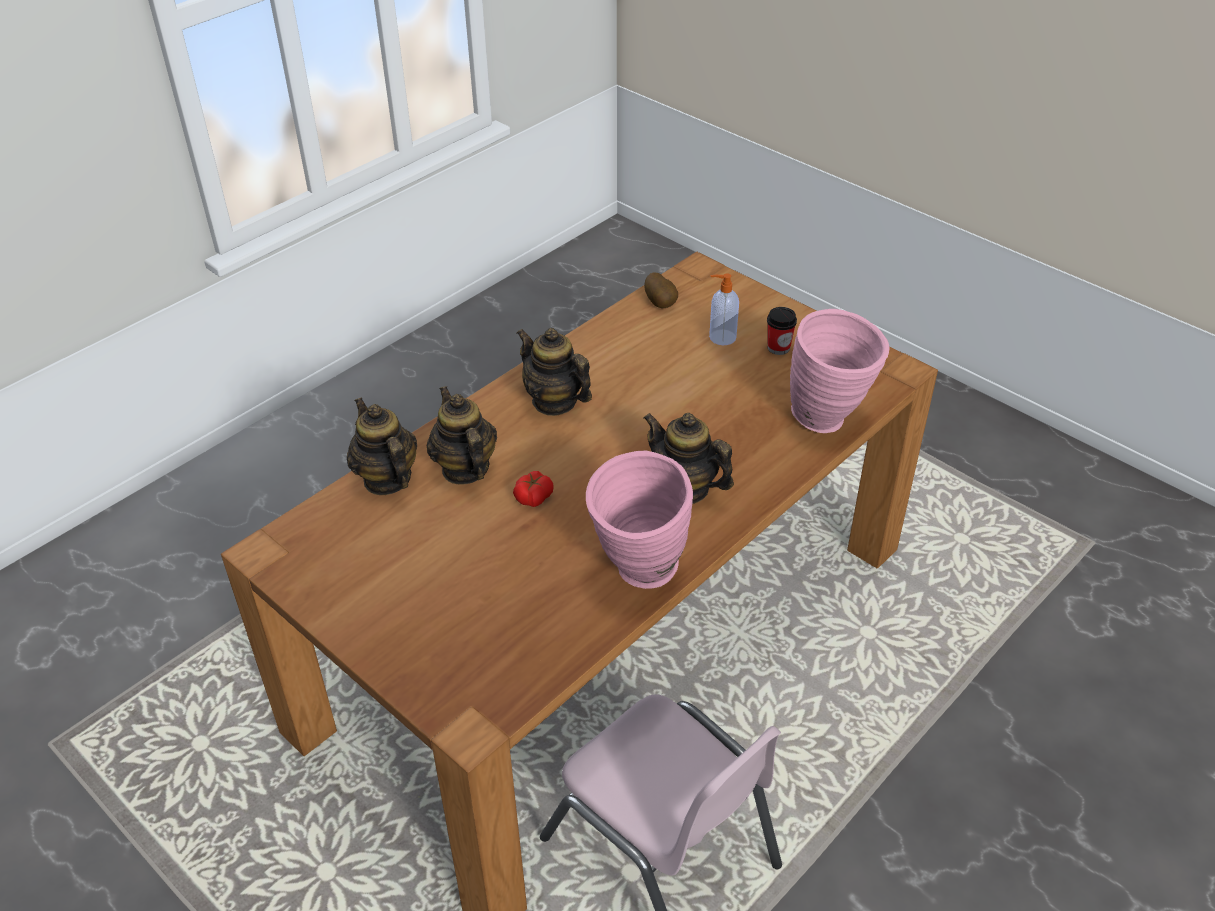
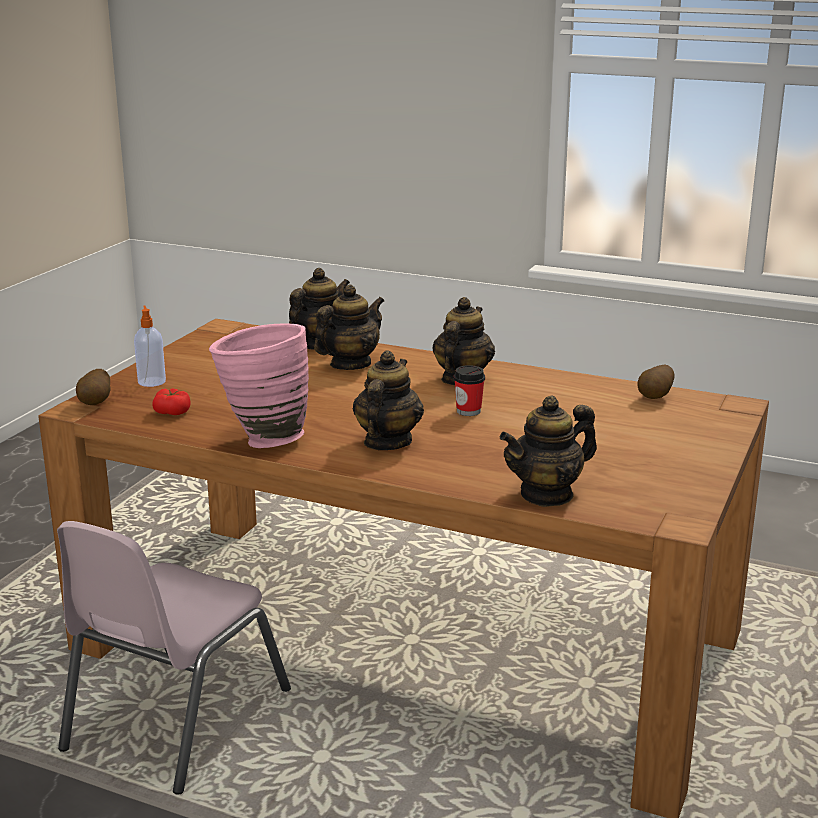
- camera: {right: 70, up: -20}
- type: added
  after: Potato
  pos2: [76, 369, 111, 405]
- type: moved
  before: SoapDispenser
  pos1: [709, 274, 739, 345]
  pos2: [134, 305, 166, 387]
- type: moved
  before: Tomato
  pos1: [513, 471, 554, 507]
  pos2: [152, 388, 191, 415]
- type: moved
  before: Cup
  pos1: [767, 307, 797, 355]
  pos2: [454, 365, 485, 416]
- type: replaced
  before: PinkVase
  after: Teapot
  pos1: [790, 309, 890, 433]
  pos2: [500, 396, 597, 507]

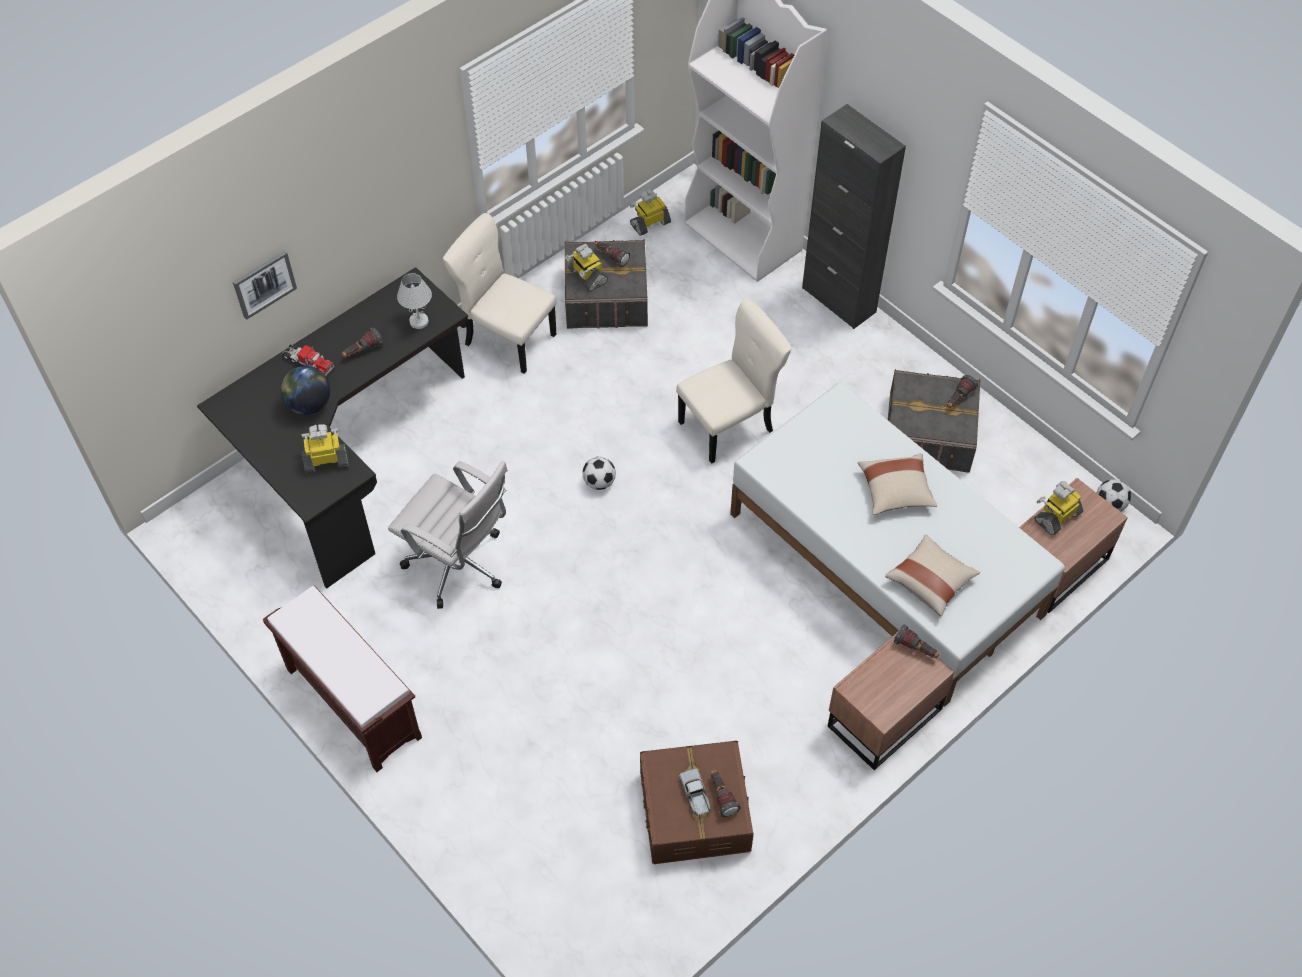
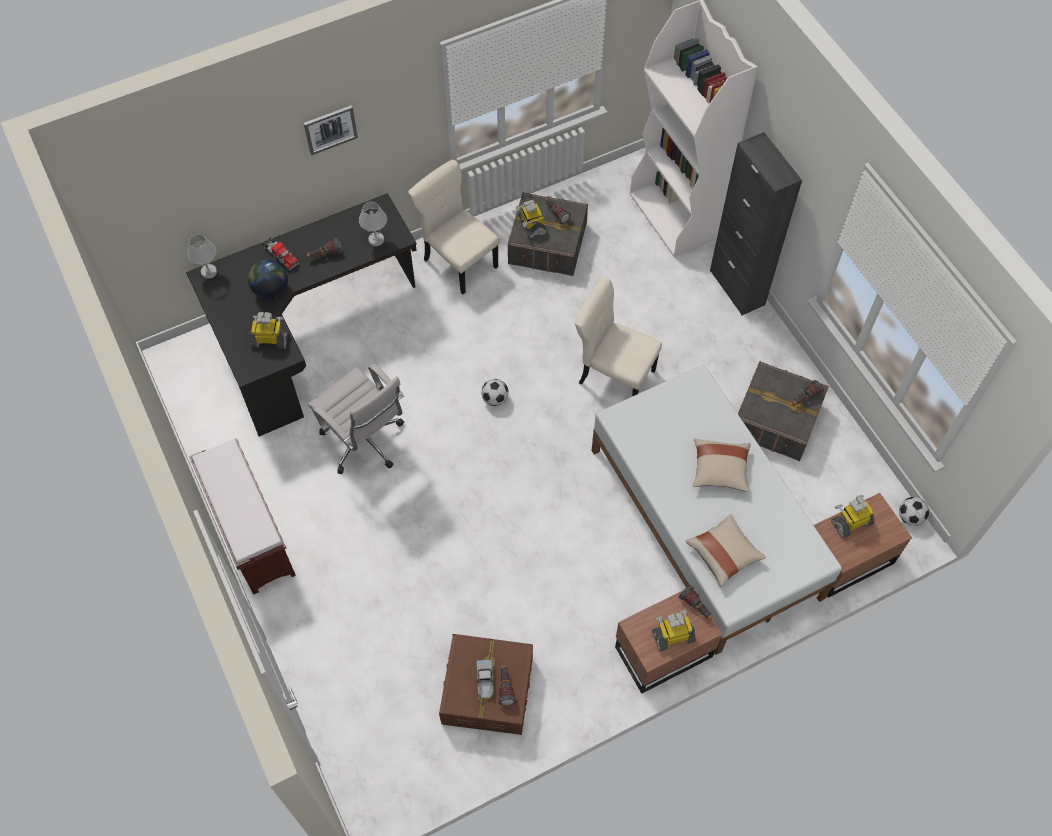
- camera: {right: 15, up: 5}
- type: added
  after: WhiteTableLamp
  pos2: [187, 234, 217, 279]
- type: moved
  before: Picture
  pos1: [233, 251, 297, 320]
  pos2: [304, 105, 358, 155]
- type: turned
  before: BeigeChair
  pos1: [676, 299, 792, 464]
  pos2: [575, 277, 662, 396]
  turn: -135
- type: moved
  before: ToyRobot
  pos1: [630, 189, 671, 236]
  pos2: [652, 609, 696, 651]

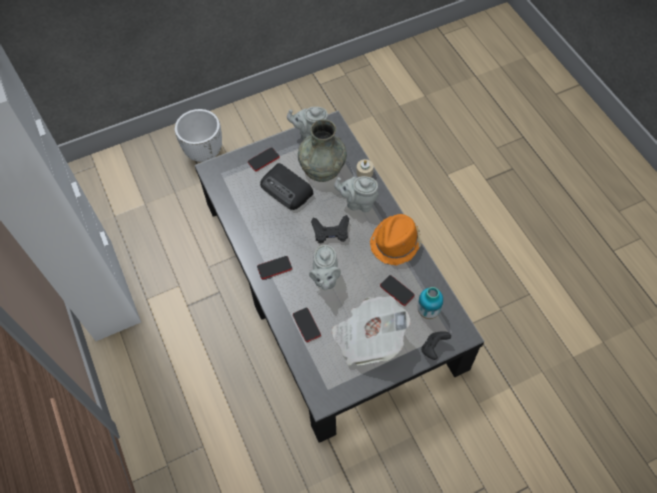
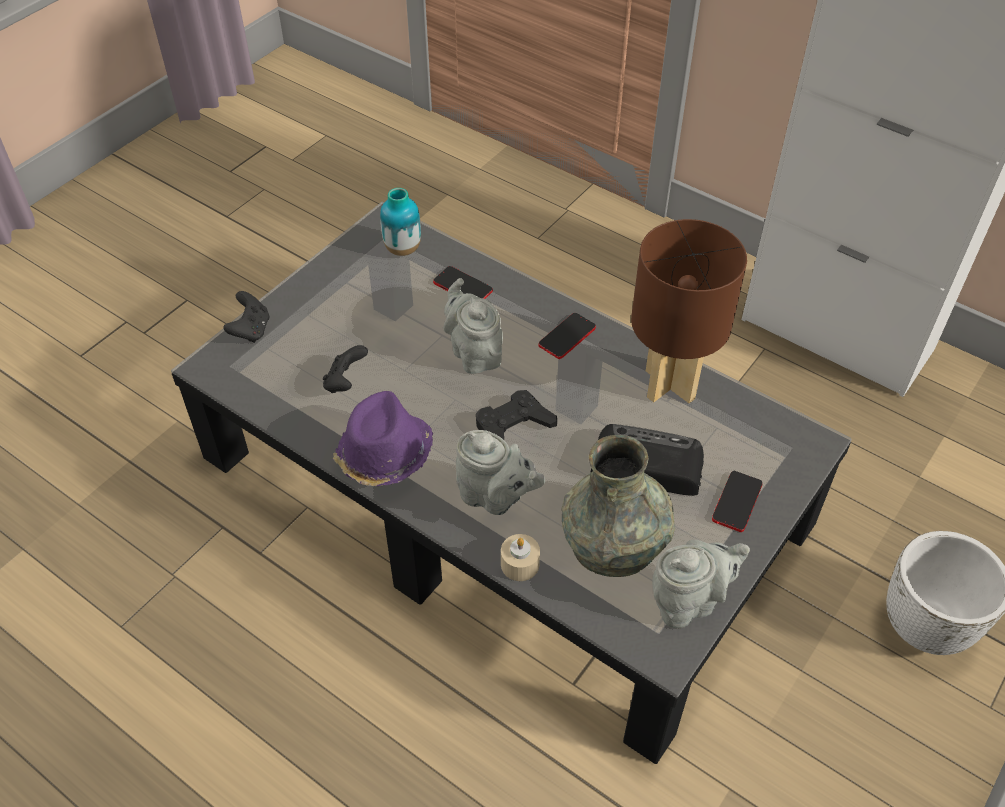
- camera: {right: 150, up: -10}
- type: replaced
  before: Phone
  after: BlackGameController
  pos1: [380, 275, 415, 306]
  pos2: [323, 345, 368, 393]
- type: recoloured
  before: OrangeHat
  after: PurpleHat
  pos1: [370, 214, 422, 265]
  pos2: [332, 391, 433, 486]
- type: moved
  before: Vase
  pos1: [418, 287, 443, 319]
  pos2: [380, 188, 421, 256]
- type: turned
  before: GreyTeapot
  pos1: [334, 176, 379, 212]
  pos2: [456, 430, 545, 515]
  turn: 45
- type: added
  after: BrownTableLamp
  pos2: [631, 219, 747, 403]
- type: removed
  before: Newspaper
  pos1: [331, 296, 411, 366]

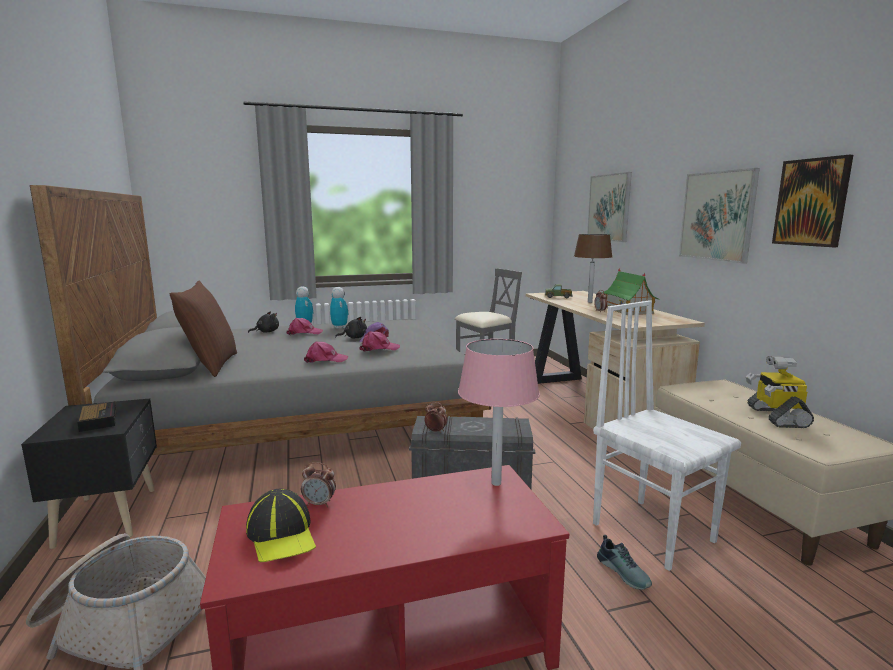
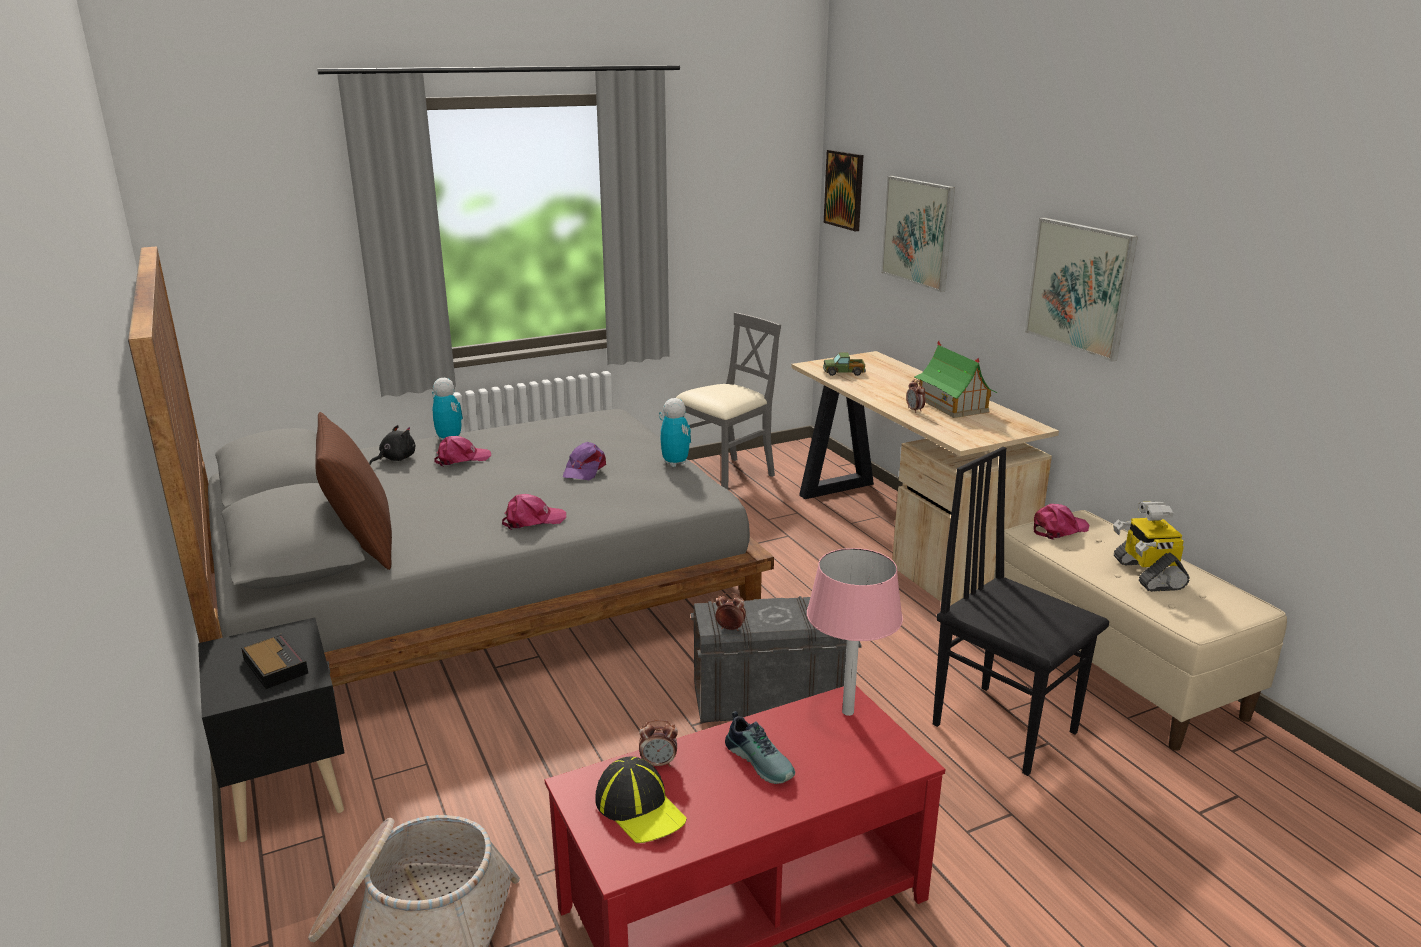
- camera: {right: -10, up: 10}
- type: moved
  before: ToyRobot
  pos1: [330, 287, 349, 329]
  pos2: [659, 398, 691, 467]
- type: moved
  before: Shoe
  pos1: [597, 535, 652, 590]
  pos2: [725, 711, 795, 784]
- type: moved
  before: Picture
  pos1: [772, 155, 853, 247]
  pos2: [824, 150, 863, 231]
- type: recoloured
  before: WhiteChair
  after: BlackChair
  pos1: [593, 300, 741, 571]
  pos2: [933, 447, 1109, 776]
- type: moved
  before: PinkCap
  pos1: [359, 331, 400, 352]
  pos2: [1034, 504, 1089, 540]
- type: removed
  before: BlackPlushToy
  pos1: [335, 317, 367, 339]
- type: removed
  before: BrownTableLamp
  pos1: [574, 234, 612, 303]

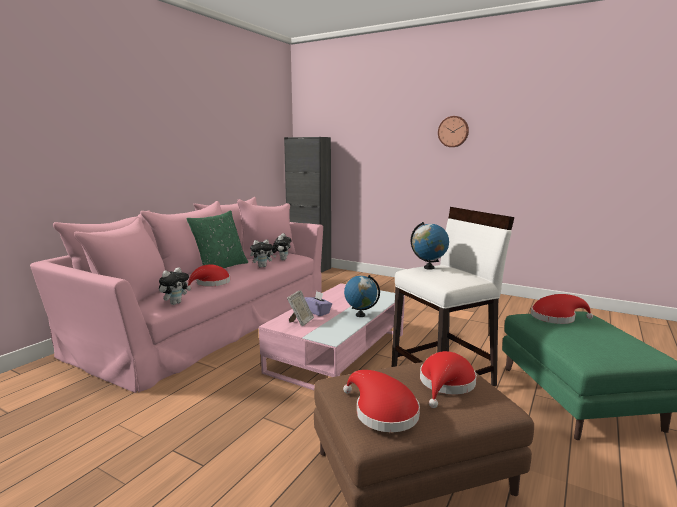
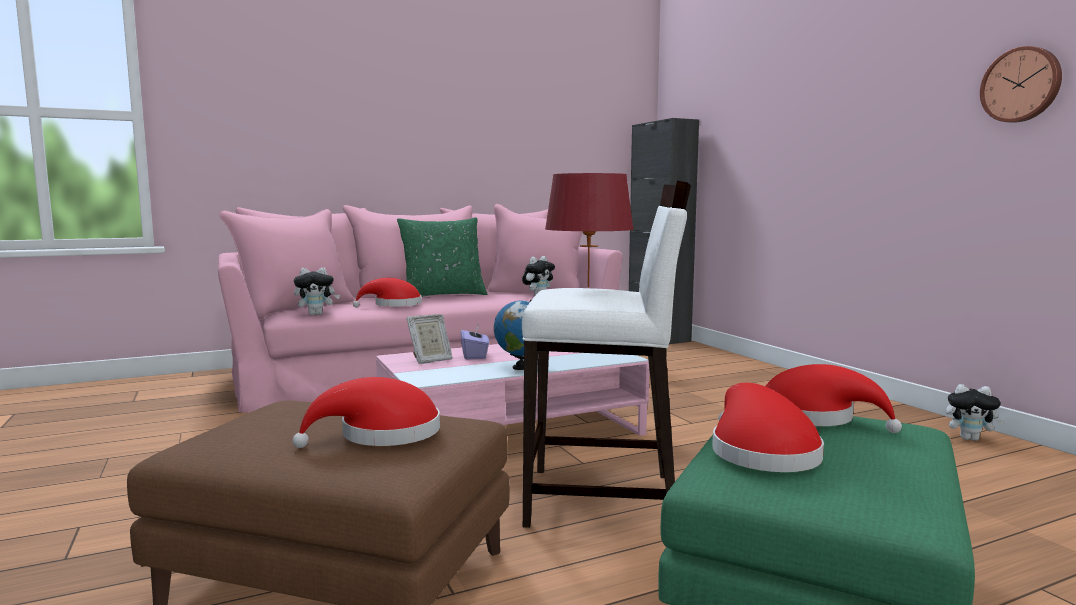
- camera: {right: 35, up: -5}
- type: replaced
  before: Globe
  after: RedTableLamp
  pos1: [411, 222, 449, 270]
  pos2: [545, 173, 634, 287]
- type: moved
  before: RedHat
  pos1: [343, 370, 420, 432]
  pos2: [712, 383, 824, 472]
- type: moved
  before: PlushToy
  pos1: [250, 240, 276, 268]
  pos2: [946, 384, 1004, 441]
- type: moved
  before: WallClock
  pos1: [438, 116, 469, 147]
  pos2: [980, 46, 1062, 123]

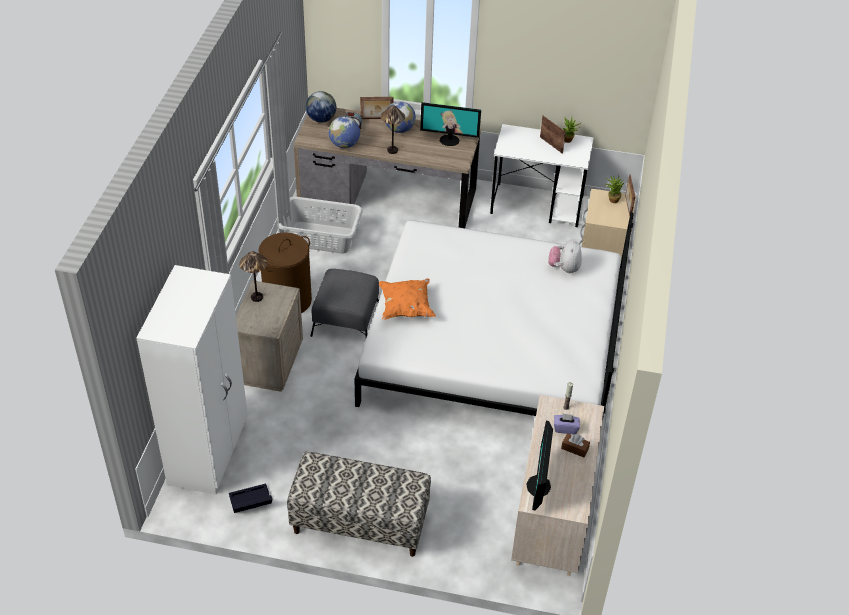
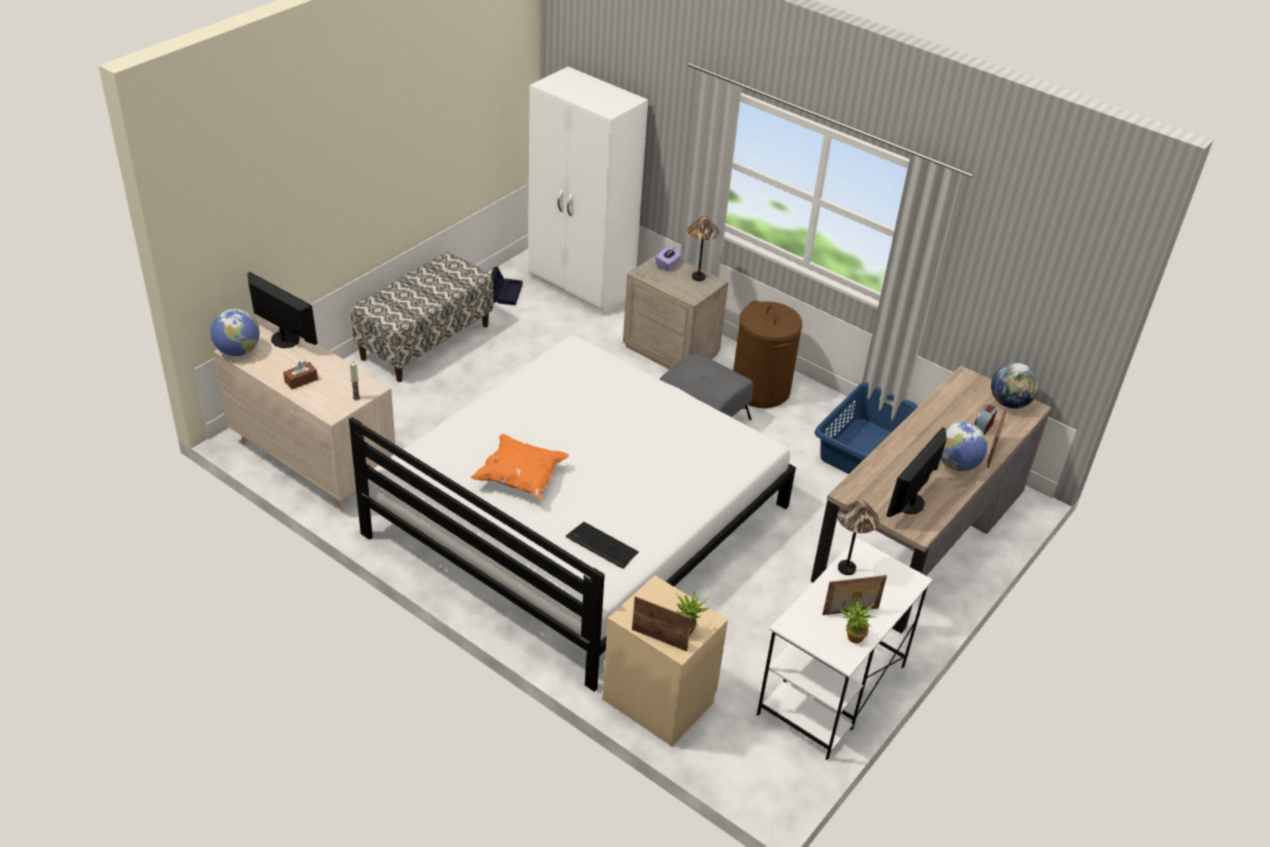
- camera: {right: 115, up: -5}
- type: moved
  before: Globe
  pos1: [328, 116, 360, 148]
  pos2: [210, 309, 259, 356]
- type: moved
  before: OrangePillow
  pos1: [379, 278, 436, 320]
  pos2: [471, 434, 569, 499]
- type: replaced
  before: PlushToy
  after: Keyboard
  pos1: [548, 239, 582, 274]
  pos2: [566, 522, 639, 569]
- type: moved
  before: PurpleTissueBox
  pos1: [554, 413, 580, 434]
  pos2: [656, 246, 682, 271]
- type: recoloured
  before: GreyLaundryBasket
  after: BlueLaundryBasket
  pos1: [277, 197, 363, 253]
  pos2: [814, 382, 918, 474]
- type: moved
  before: TableLamp
  pos1: [381, 105, 405, 154]
  pos2: [837, 500, 879, 575]

